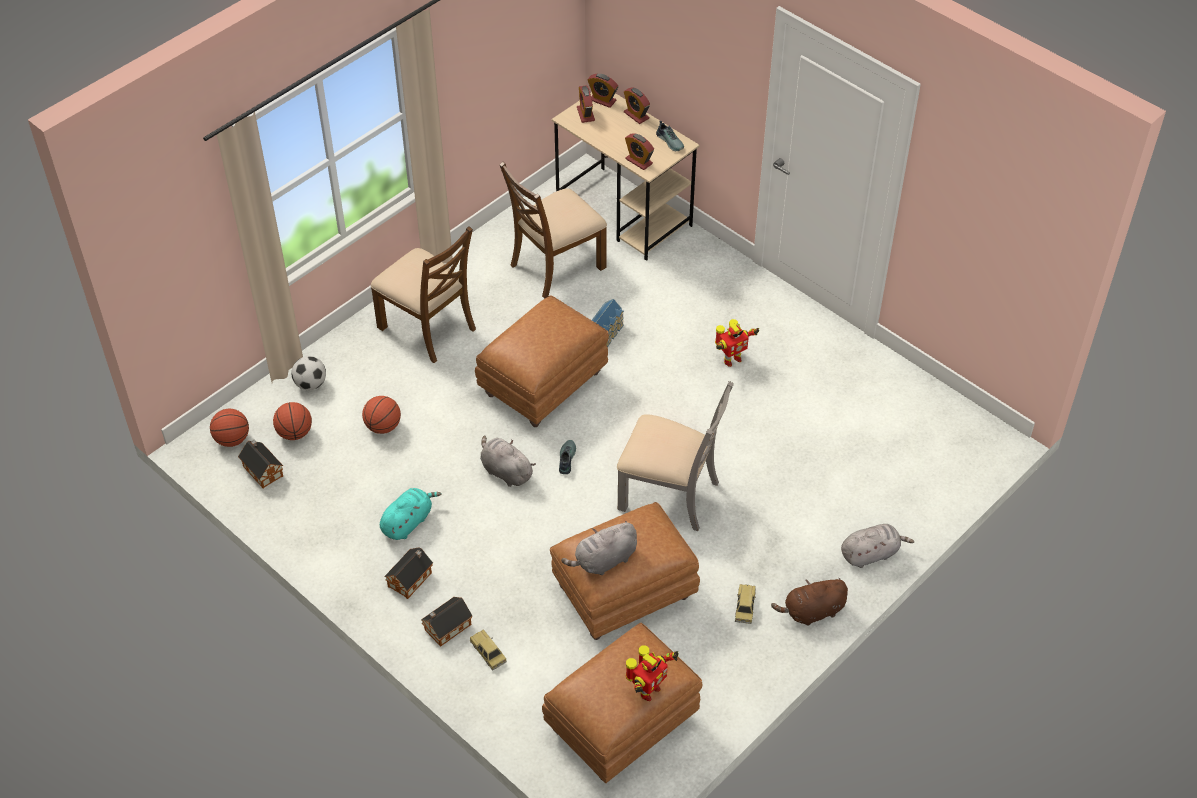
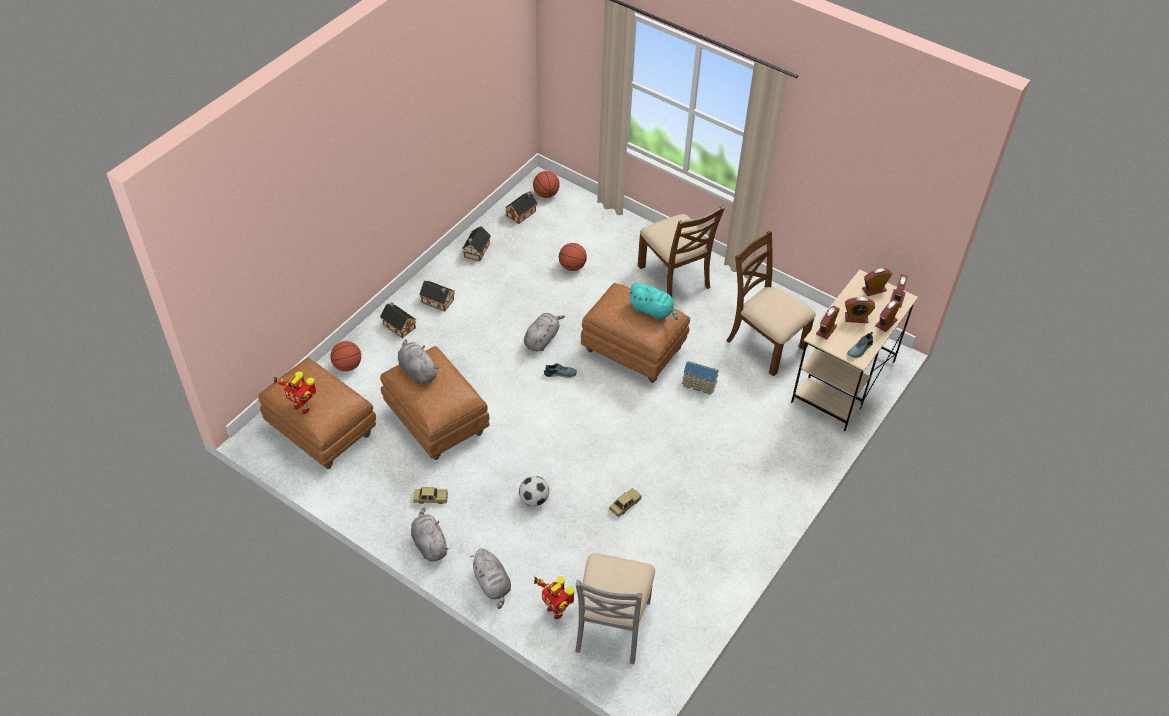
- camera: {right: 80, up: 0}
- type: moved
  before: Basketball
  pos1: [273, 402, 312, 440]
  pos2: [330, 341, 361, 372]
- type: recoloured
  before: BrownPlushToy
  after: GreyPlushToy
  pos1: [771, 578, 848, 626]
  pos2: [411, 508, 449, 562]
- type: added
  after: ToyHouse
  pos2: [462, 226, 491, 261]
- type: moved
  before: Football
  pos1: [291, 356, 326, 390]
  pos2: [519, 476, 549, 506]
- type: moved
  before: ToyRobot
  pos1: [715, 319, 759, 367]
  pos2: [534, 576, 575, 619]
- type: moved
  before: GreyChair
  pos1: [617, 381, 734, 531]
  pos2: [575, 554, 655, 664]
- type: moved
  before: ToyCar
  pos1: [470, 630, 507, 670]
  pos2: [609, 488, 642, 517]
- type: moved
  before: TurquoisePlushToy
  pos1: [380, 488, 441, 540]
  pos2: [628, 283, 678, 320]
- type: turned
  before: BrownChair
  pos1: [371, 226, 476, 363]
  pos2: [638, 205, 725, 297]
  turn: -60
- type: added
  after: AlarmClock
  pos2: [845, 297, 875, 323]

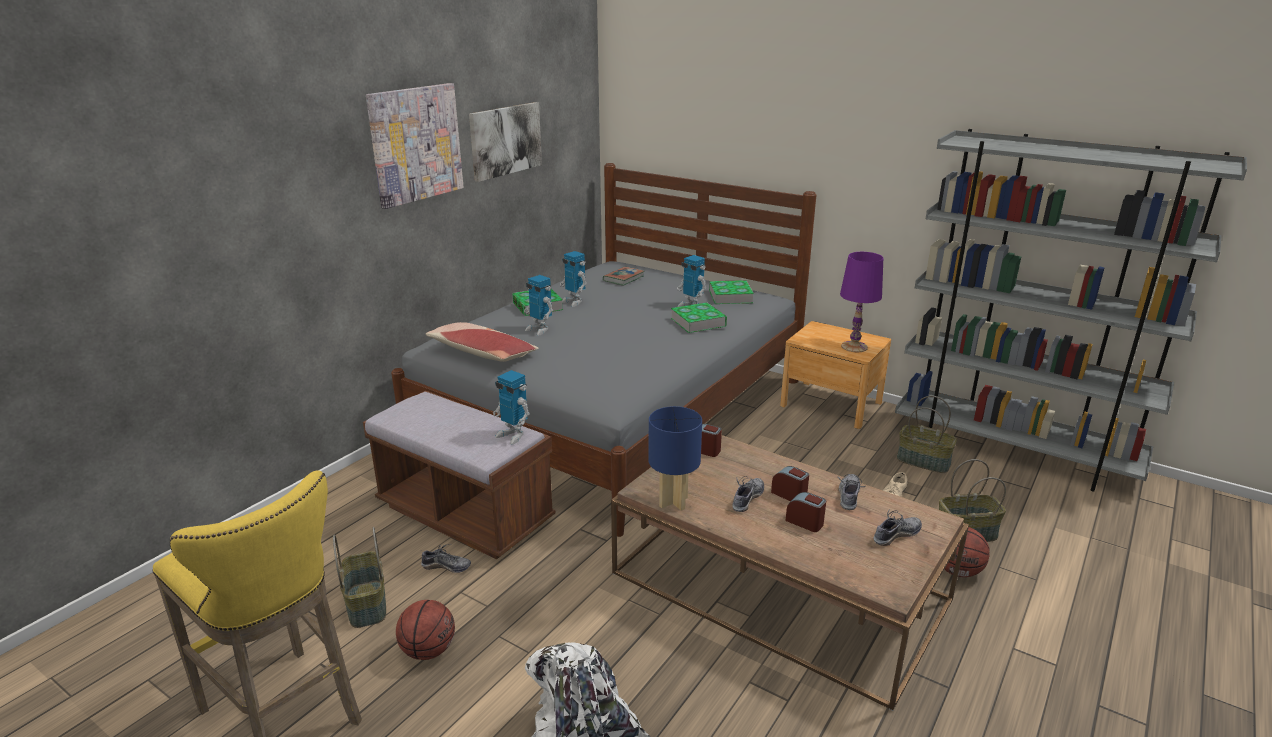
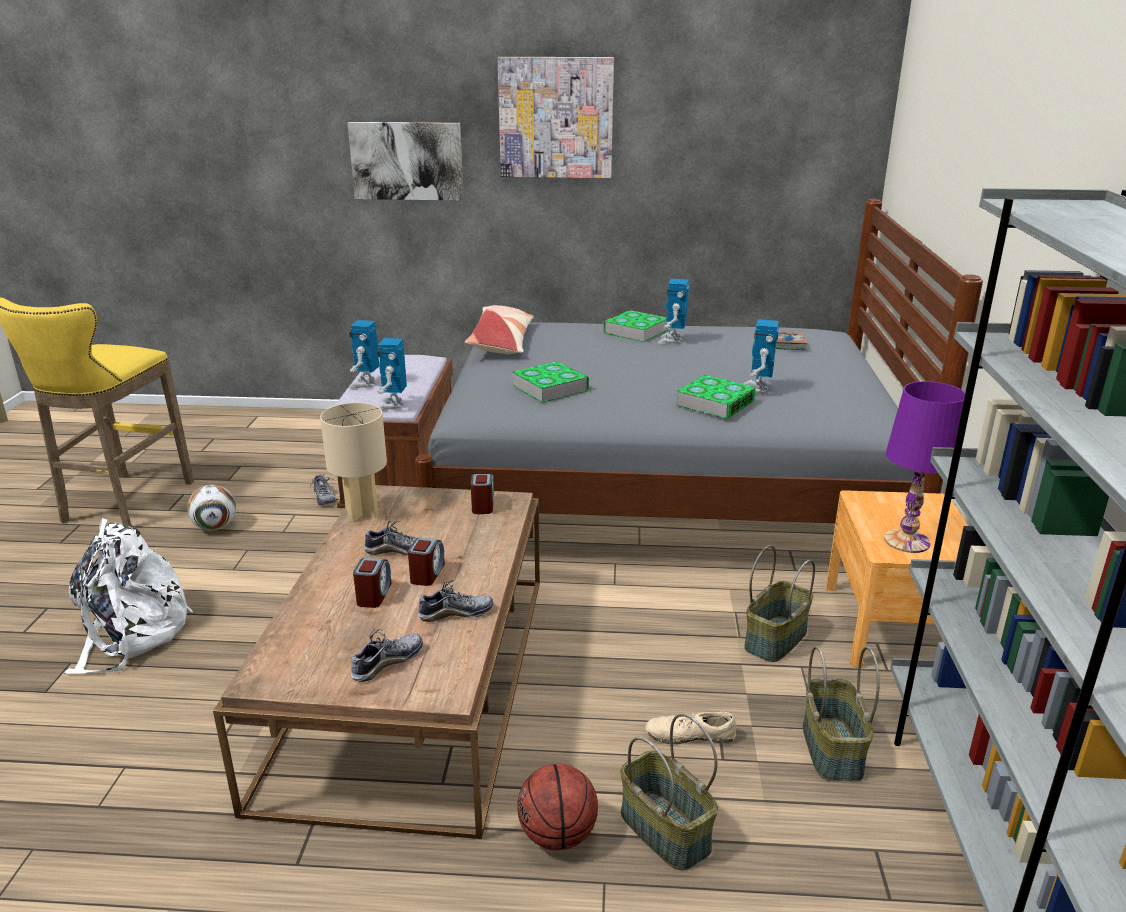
- camera: {right: 60, up: 0}
- type: replaced
  before: Basketball
  after: Football
  pos1: [396, 600, 455, 660]
  pos2: [187, 485, 236, 531]
- type: recoloured
  before: BlueTableLamp
  after: BeigeTableLamp
  pos1: [648, 406, 702, 511]
  pos2: [320, 403, 387, 522]
- type: moved
  before: Picture
  pos1: [469, 102, 542, 182]
  pos2: [348, 122, 464, 201]
- type: moved
  before: ToyRobot
  pos1: [524, 275, 553, 336]
  pos2: [349, 320, 379, 388]
- type: turned
  before: Shoe
  pos1: [873, 509, 922, 546]
  pos2: [351, 628, 423, 682]
  turn: -75
- type: moved
  before: Book
  pos1: [709, 280, 754, 304]
  pos2: [512, 361, 589, 403]
- type: moved
  before: Basket
  pos1: [333, 527, 386, 628]
  pos2: [744, 545, 815, 662]

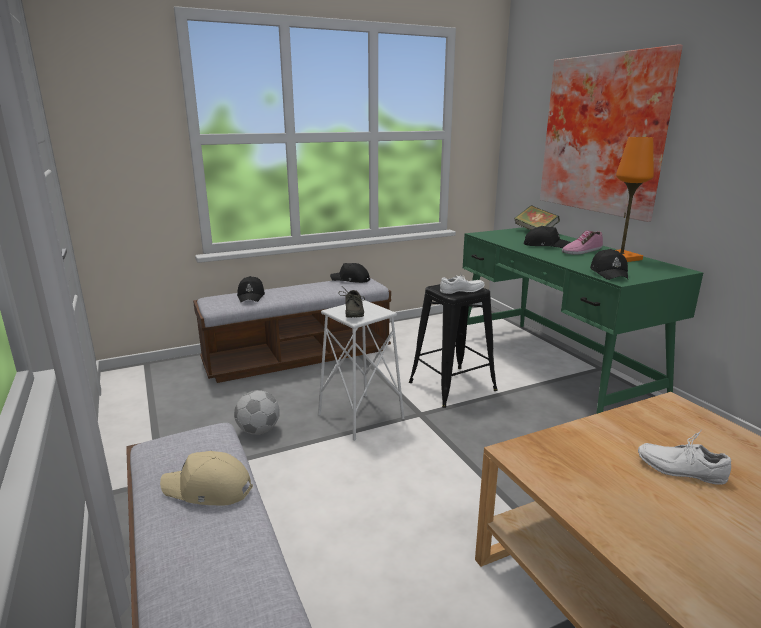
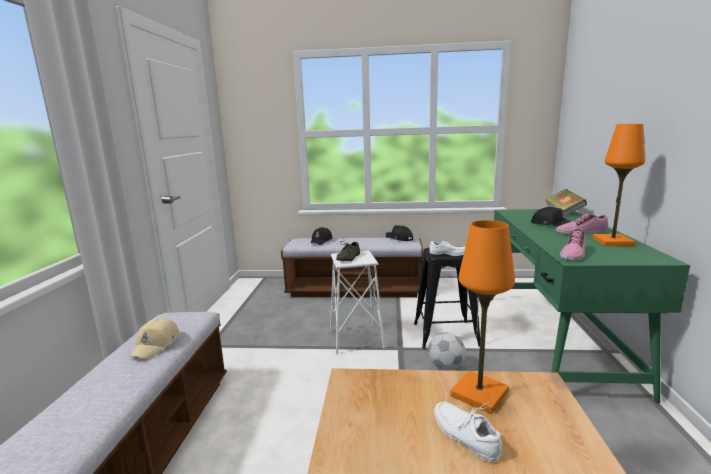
- camera: {right: 30, up: -5}
- type: turned
  before: BeigeCap
  pos1: [160, 451, 253, 505]
  pos2: [130, 318, 180, 359]
  turn: -120
- type: moved
  before: Football
  pos1: [234, 390, 280, 435]
  pos2: [428, 332, 466, 371]
- type: added
  after: OrangeTableLamp
  pos2: [450, 220, 515, 414]
- type: replaced
  before: BlackCap
  after: Shoe
  pos1: [590, 249, 628, 280]
  pos2: [560, 229, 586, 261]
- type: removed
  before: Picture
  pos1: [540, 44, 683, 222]

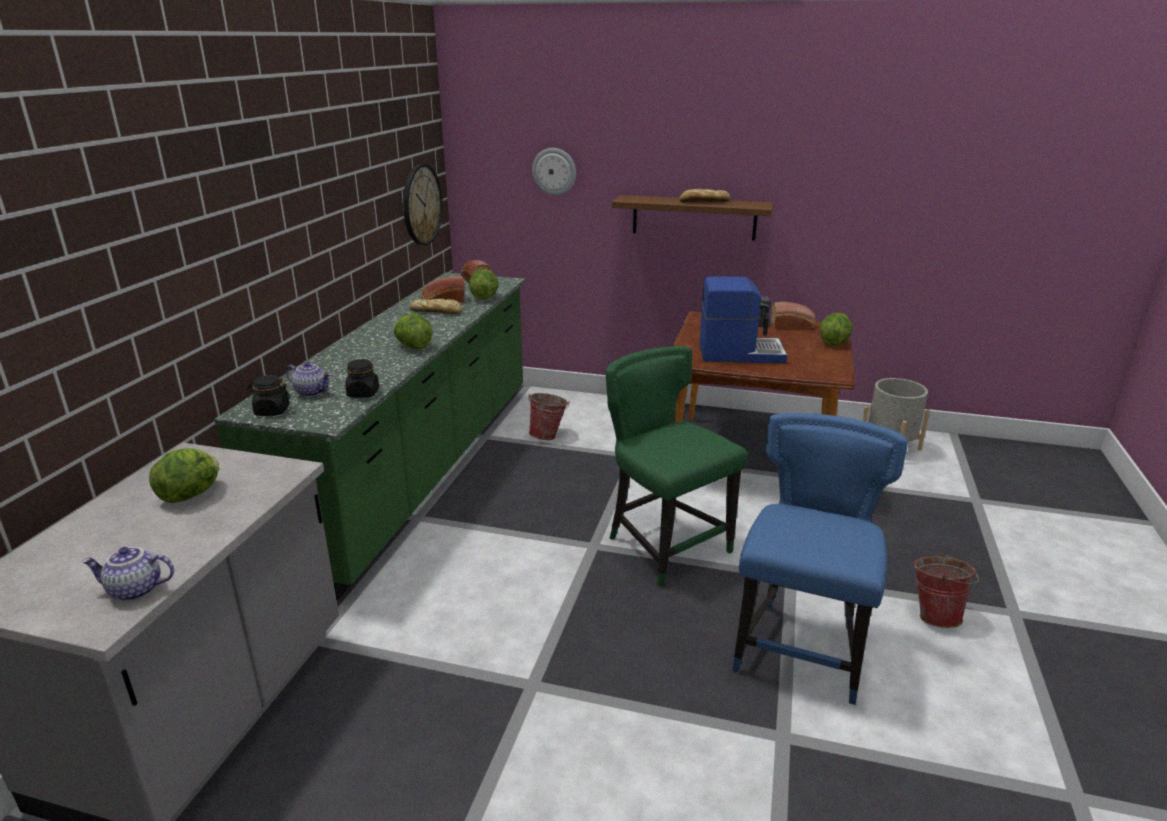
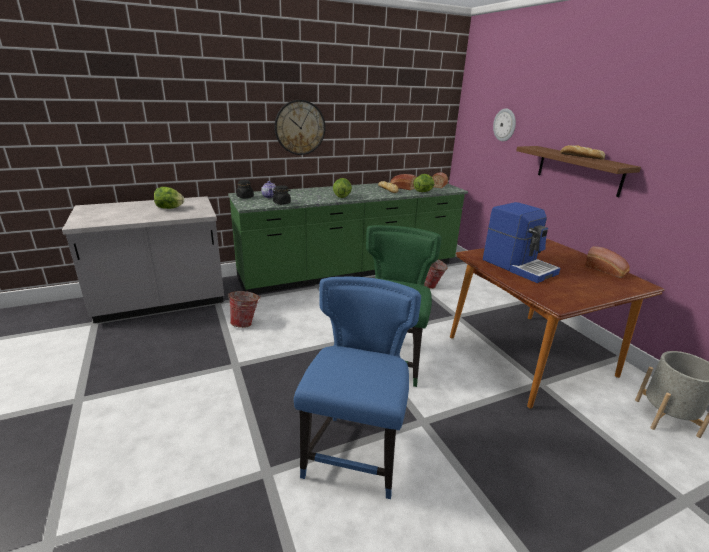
- camera: {right: 50, up: 0}
- type: moved
  before: Bucket
  pos1: [913, 552, 979, 628]
  pos2: [228, 291, 261, 328]
- type: moved
  before: WallClock
  pos1: [403, 164, 443, 245]
  pos2: [274, 100, 325, 155]
- type: turned
  before: BlueChair
  pos1: [732, 413, 908, 705]
  pos2: [294, 277, 421, 499]
  turn: -60
- type: removed
  before: Teapot
  pos1: [82, 547, 174, 601]
- type: removed
  before: Lettuce
  pos1: [820, 313, 853, 346]

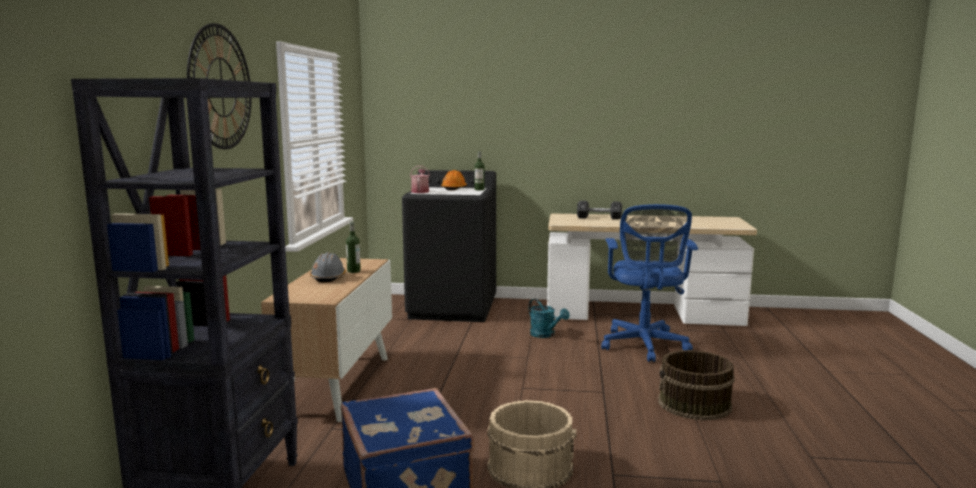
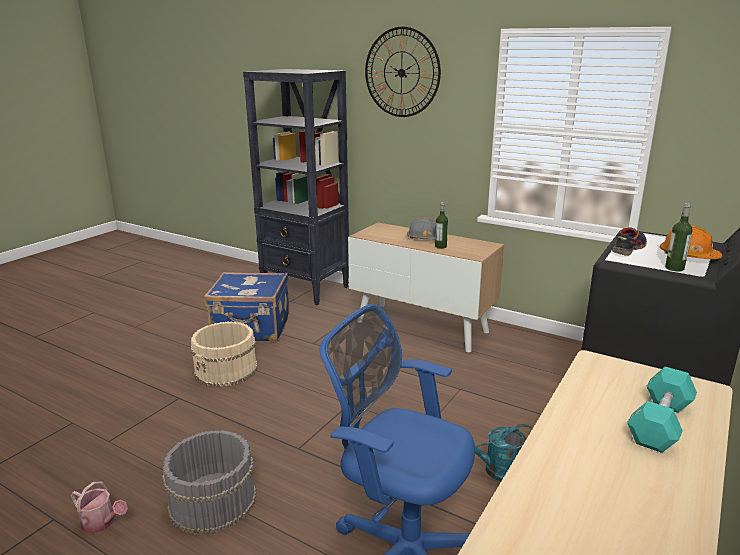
- camera: {right: 115, up: 10}
- type: moved
  before: WateringCan
  pos1: [410, 166, 430, 193]
  pos2: [71, 482, 128, 534]
- type: recoloured
  before: BrownBucket
  after: GreyBucket
  pos1: [658, 350, 735, 420]
  pos2: [162, 430, 257, 535]
- type: added
  after: Shoe
  pos2: [612, 228, 647, 256]
- type: recoloured
  before: BlackDumbbell
  after: TurquoiseDumbbell
  pos1: [577, 201, 622, 220]
  pos2: [627, 367, 697, 453]

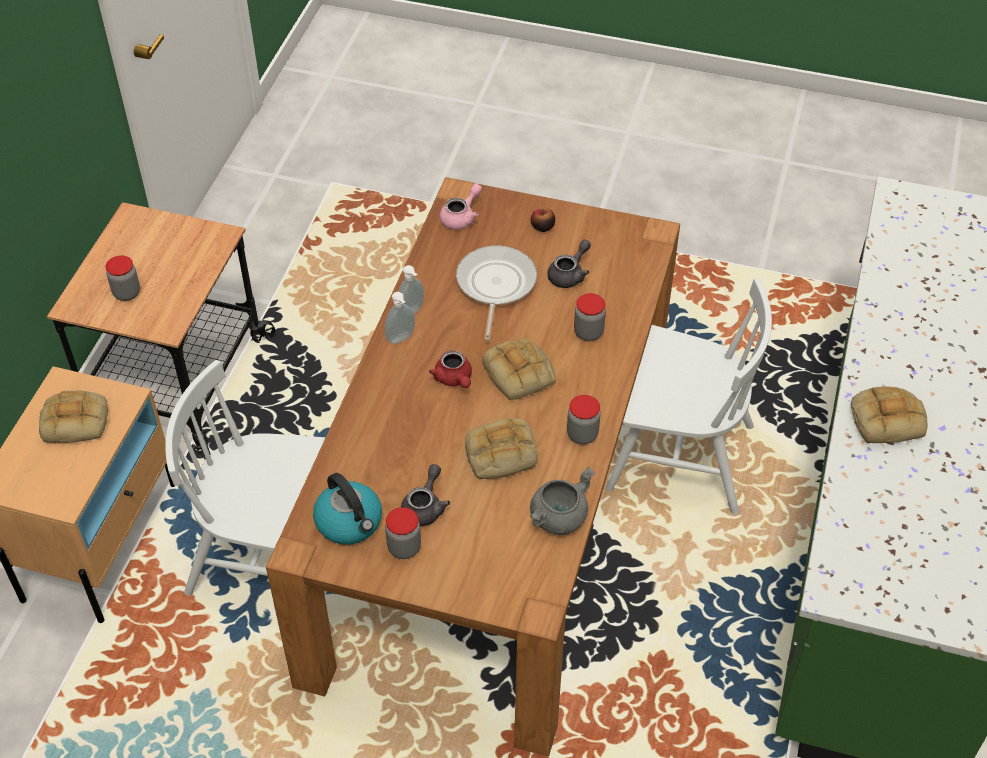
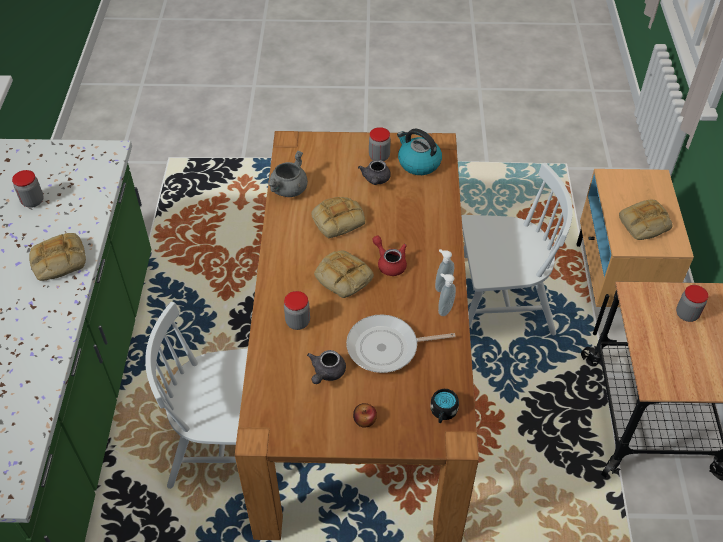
- camera: {right: 165, up: 0}
- type: moved
  before: Jar
  pos1: [567, 395, 601, 445]
  pos2: [12, 170, 44, 208]
- type: turned
  before: FryingPan
  pos1: [456, 246, 537, 341]
  pos2: [346, 314, 456, 373]
  turn: 90
- type: replaced
  before: PinkTeapot
  after: BlackMug
  pos1: [440, 184, 482, 230]
  pos2: [430, 389, 459, 423]

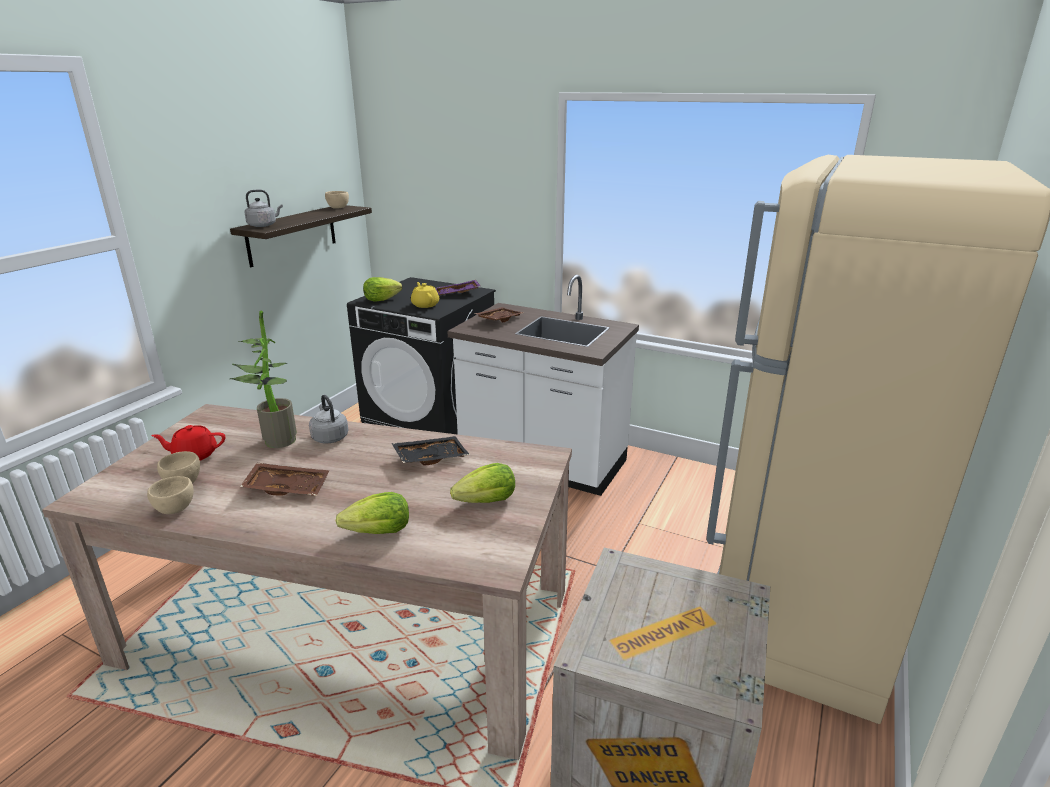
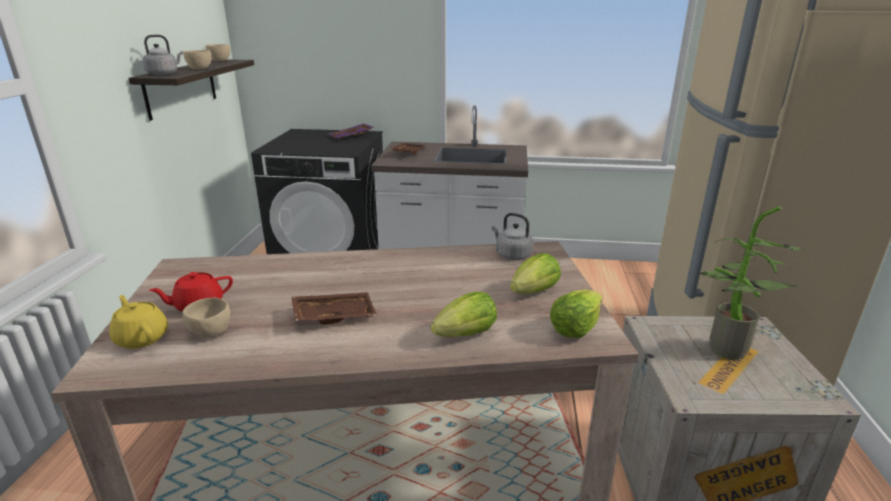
- camera: {right: -20, up: 0}
- type: moved
  before: YellowTeapot
  pos1: [411, 282, 439, 308]
  pos2: [109, 295, 168, 349]
- type: moved
  before: BeigeBowl
  pos1: [147, 476, 194, 514]
  pos2: [183, 50, 211, 70]
- type: moved
  before: GreyKettle
  pos1: [309, 395, 348, 444]
  pos2: [492, 213, 533, 260]
- type: moved
  before: Lettuce
  pos1: [363, 277, 402, 302]
  pos2: [550, 289, 602, 338]
- type: moved
  before: PottedPlant
  pos1: [230, 310, 297, 448]
  pos2: [699, 206, 804, 360]
- type: removed
  before: BlackTray
  pos1: [391, 436, 470, 465]

